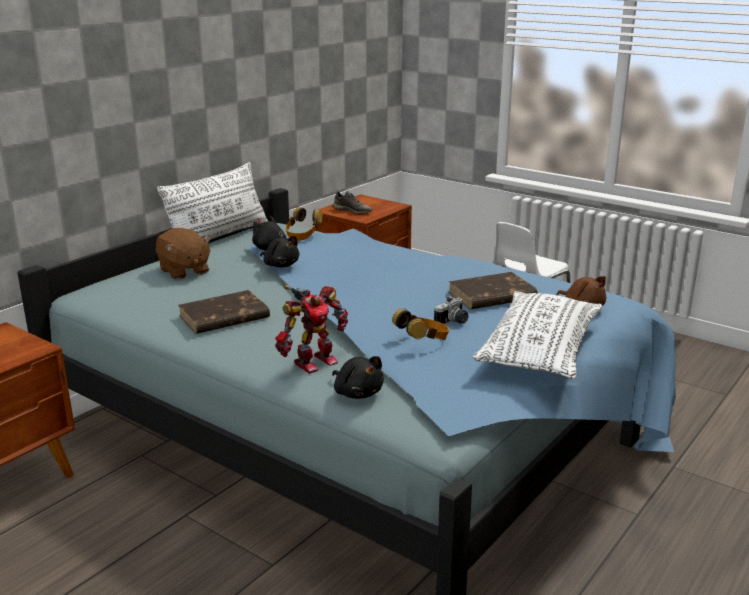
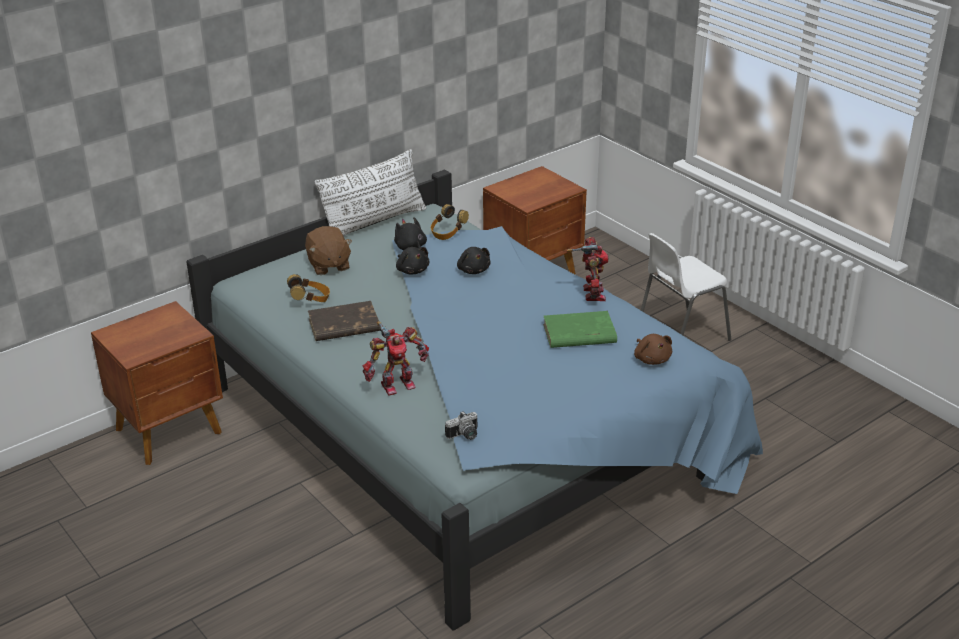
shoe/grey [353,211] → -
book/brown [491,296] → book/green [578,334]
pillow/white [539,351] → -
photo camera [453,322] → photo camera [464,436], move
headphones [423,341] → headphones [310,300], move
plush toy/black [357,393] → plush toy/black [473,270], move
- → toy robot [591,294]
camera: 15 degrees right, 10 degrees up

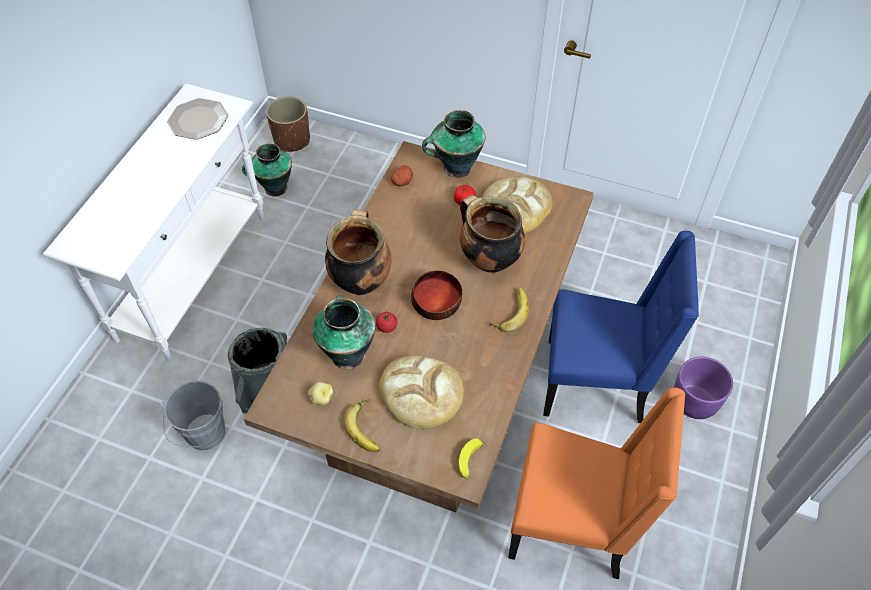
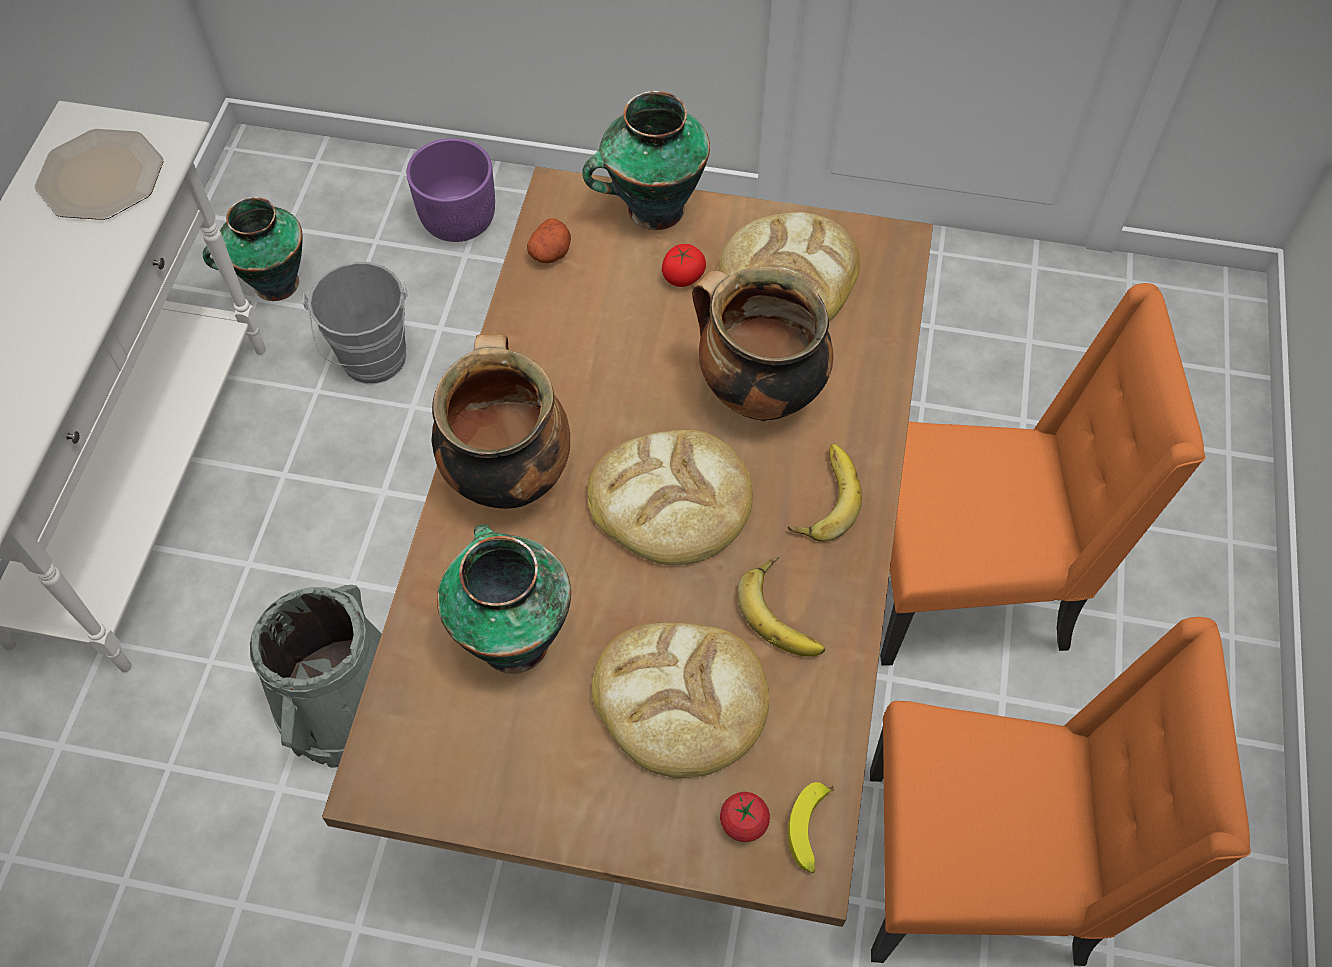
planter/brown [292,140] → -
chair/blue [597,382] → chair/orange [968,583]
bowl [436,302] → bread [671,500]
tomato [386,327] → tomato [743,823], move
planter/purple [695,401] → planter/purple [459,219], move
bucket/grey [205,437] → bucket/grey [374,364], move
potato [321,398] → -
banana [367,428] → banana [786,612], move
camera: 10 degrees left, 5 degrees up

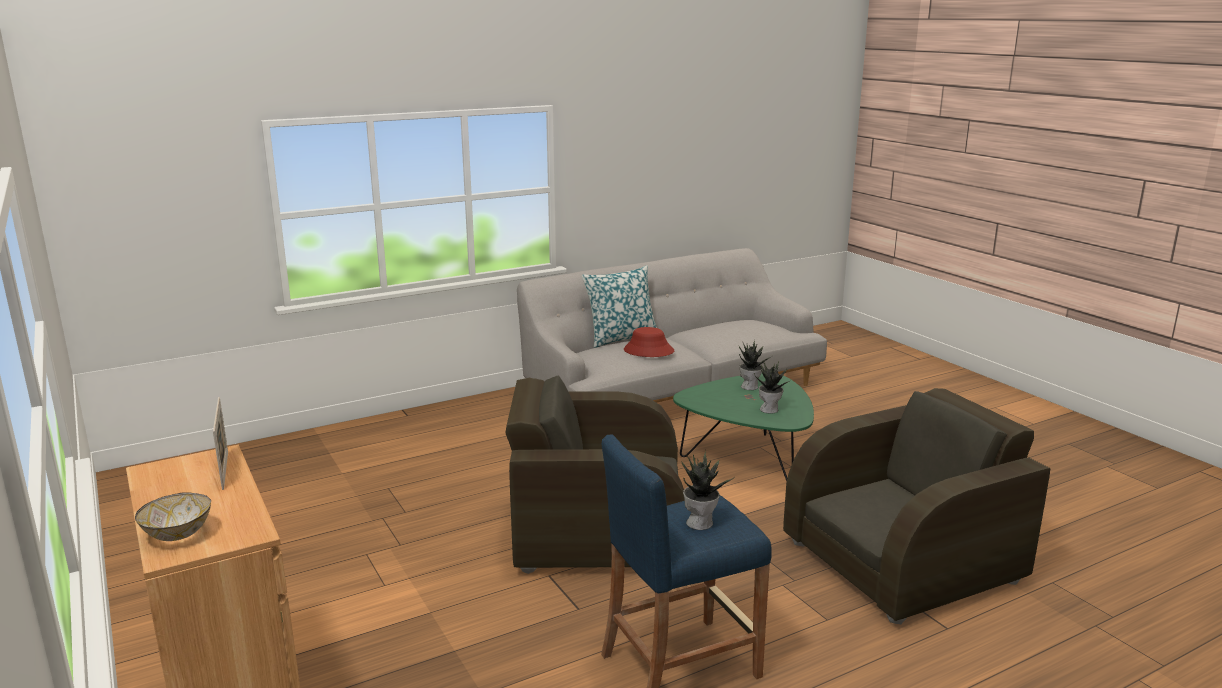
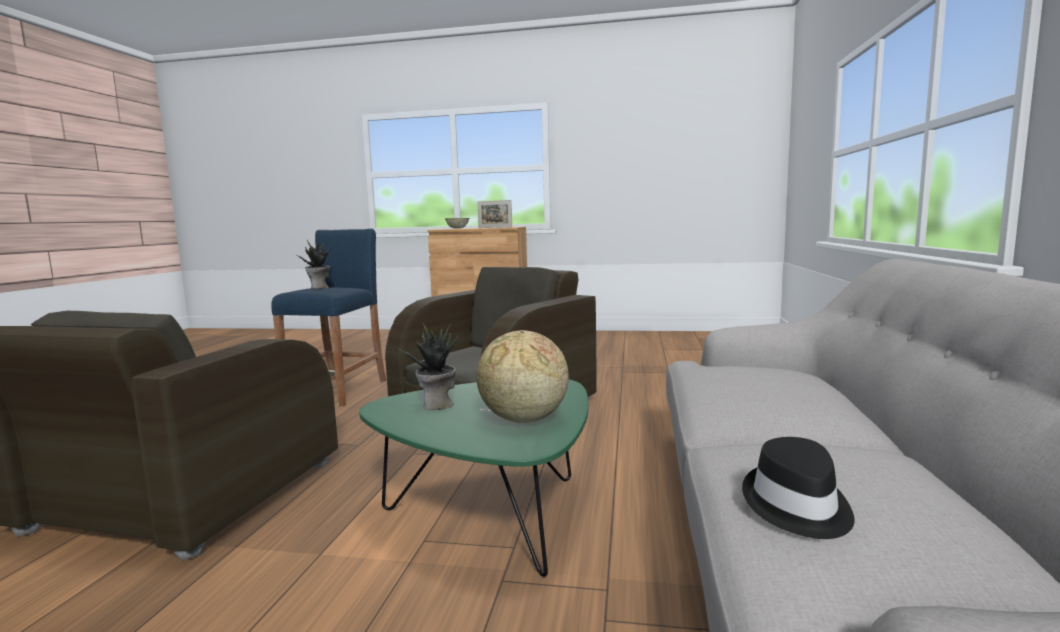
pillow [621,338] → -
hat/red [648,351] → -
potted plant [750,386] → globe [523,420]
- → hat/black [796,506]
camera: 130 degrees right, 10 degrees down

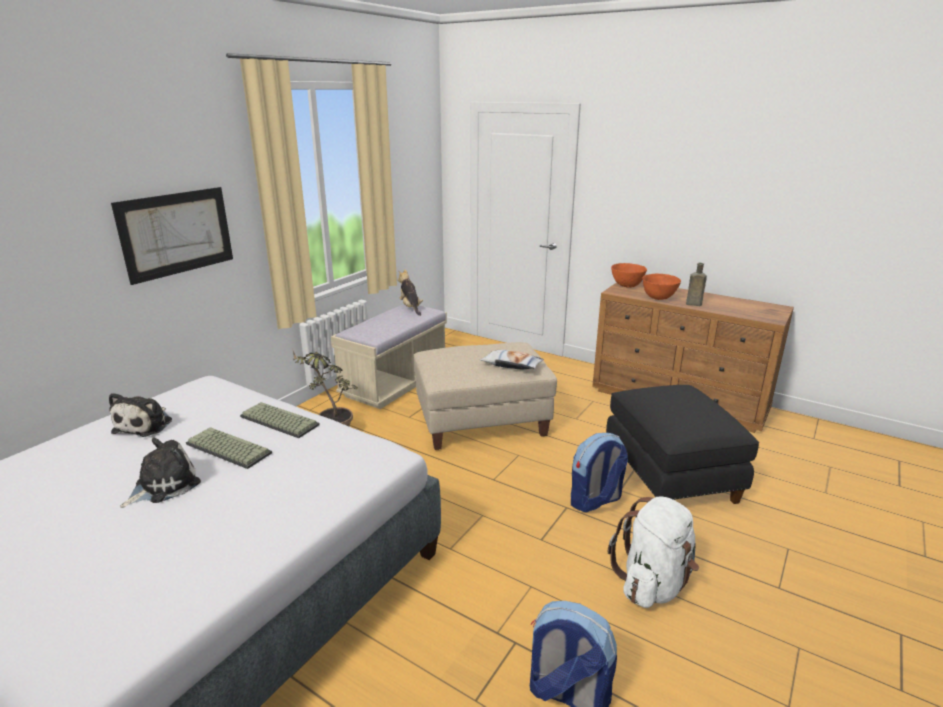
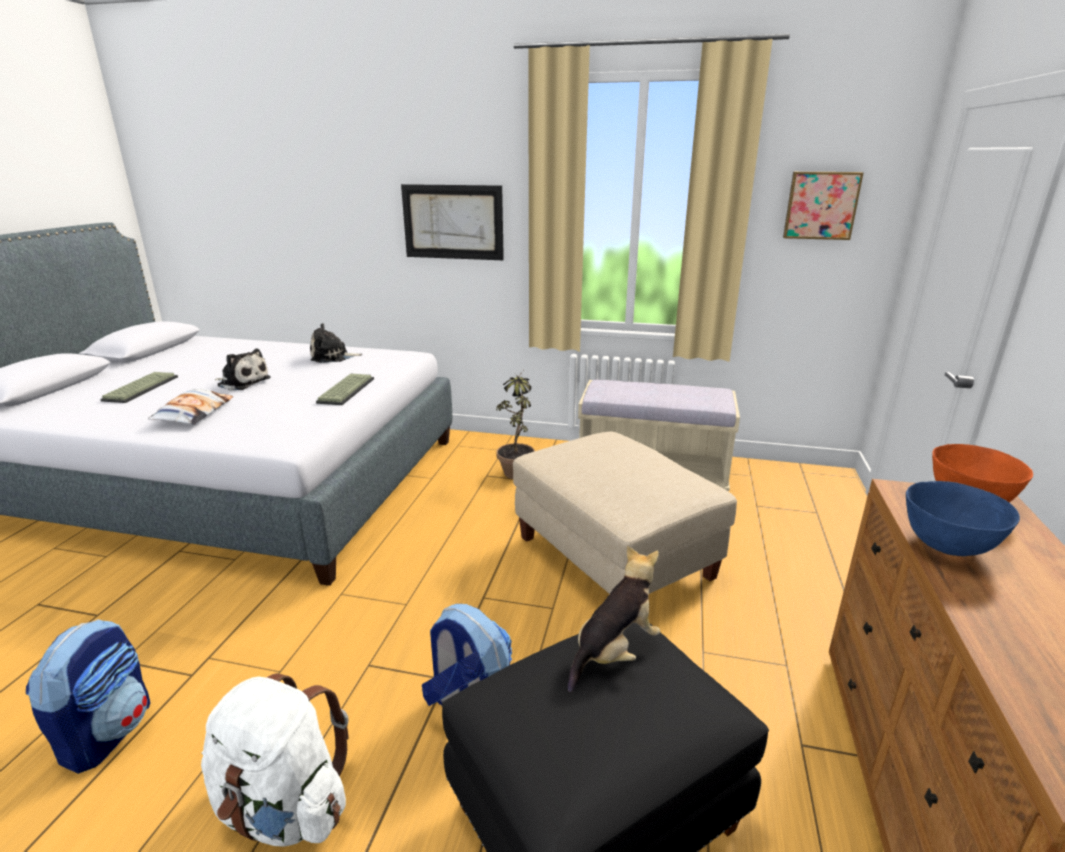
bottle/brown [692,304] → -
plush toy [410,308] → plush toy [614,652], move
bowl/orange [658,298] → bowl/blue [946,546]
pillow [511,364] → pillow [194,413], move
keyboard [226,449] → keyboard [140,388], move
- → picture [821,205]
camera: 70 degrees right, 0 degrees up

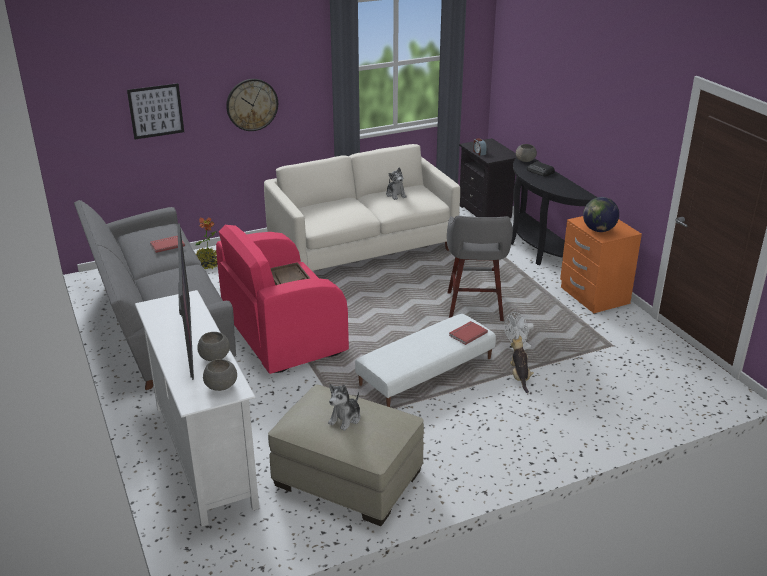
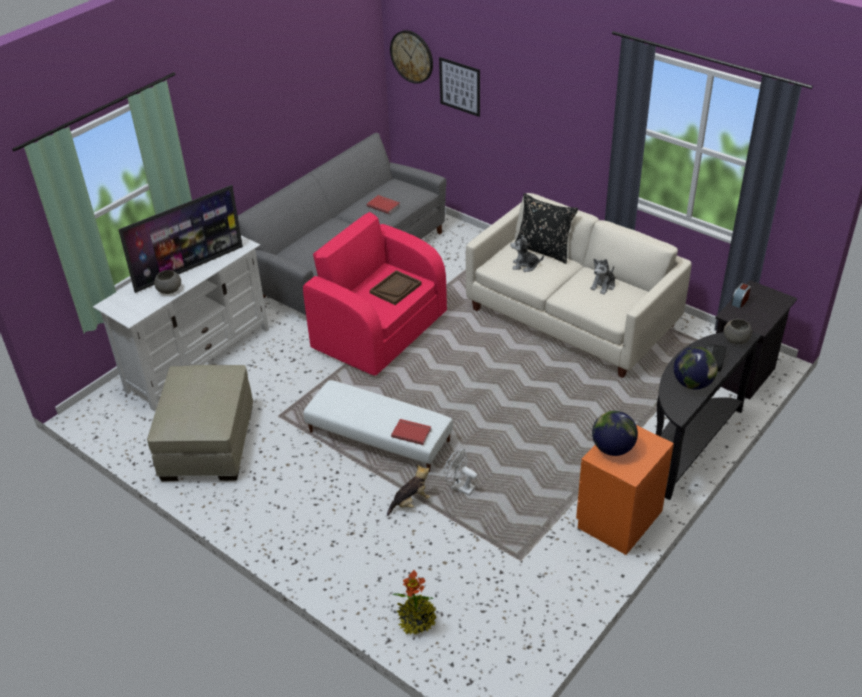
wall clock [252,104] → wall clock [412,56], move
stool/grey [474,307] → -
potted plant [207,264] → potted plant [417,620], move
bowl/grey [220,386] → -
plush toy [345,418] → plush toy [525,266], move
- → pillow/black [543,250]
- → globe [692,384]
camera: 65 degrees right, 10 degrees up

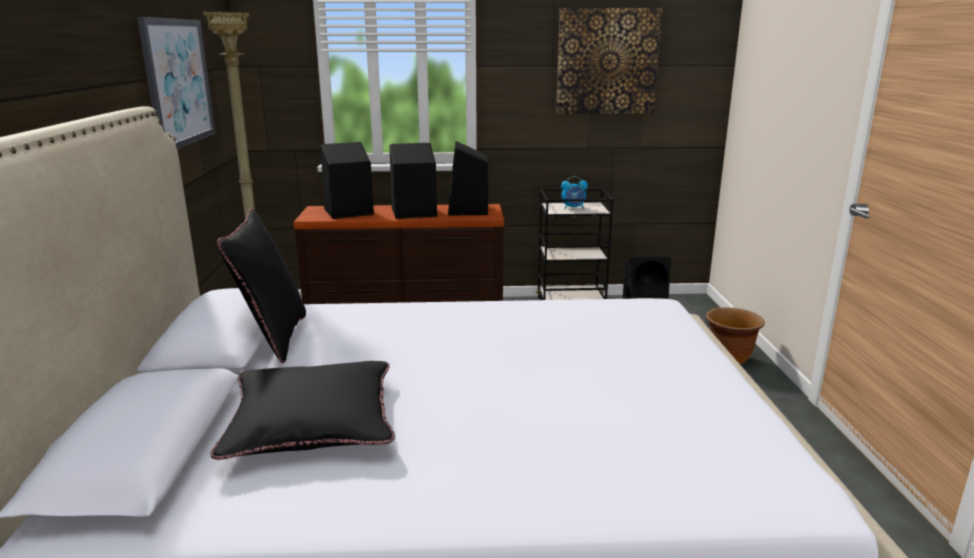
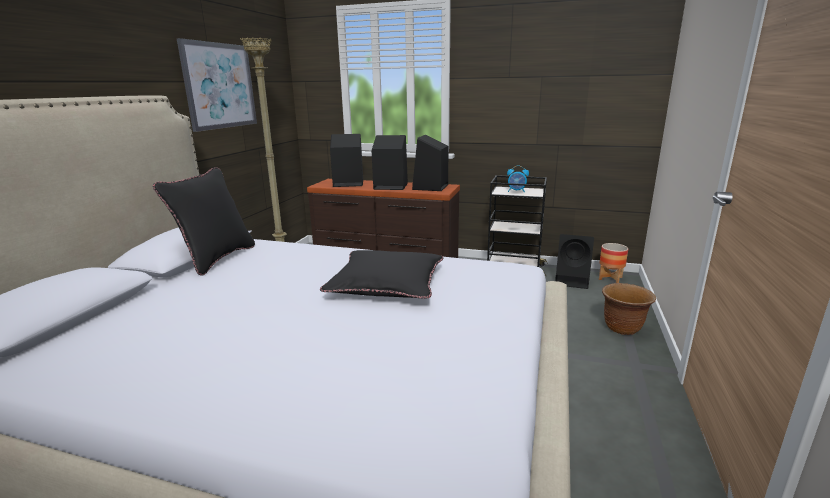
picture [607,61] → -
pillow/black [312,421] → pillow/black [386,284], move
- → planter [610,278]
camera: 20 degrees right, 0 degrees up

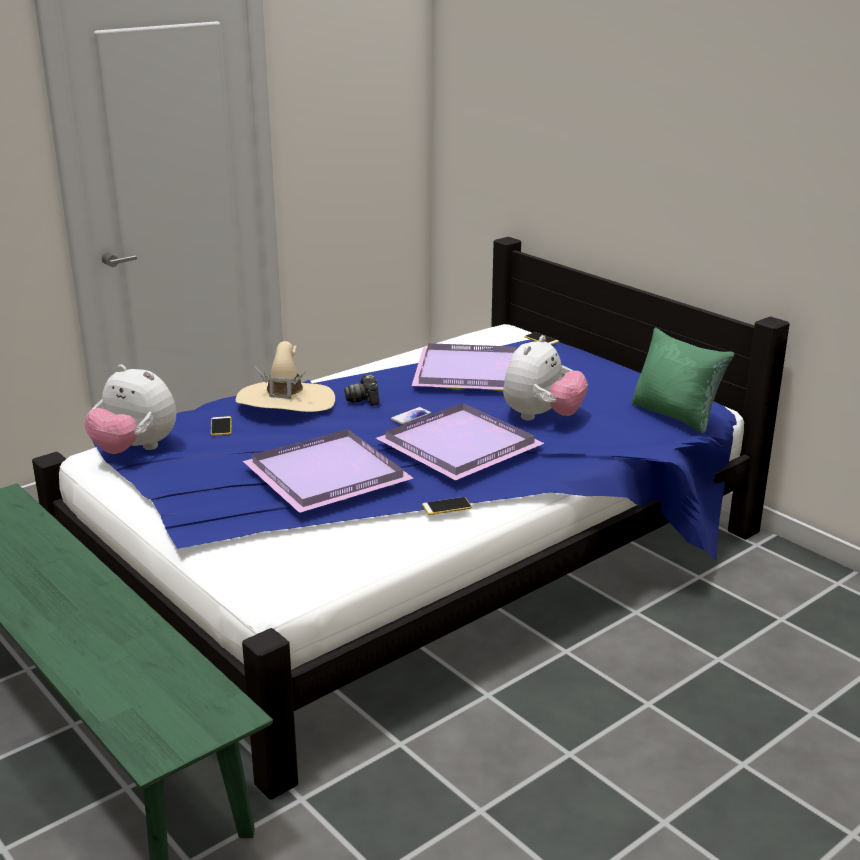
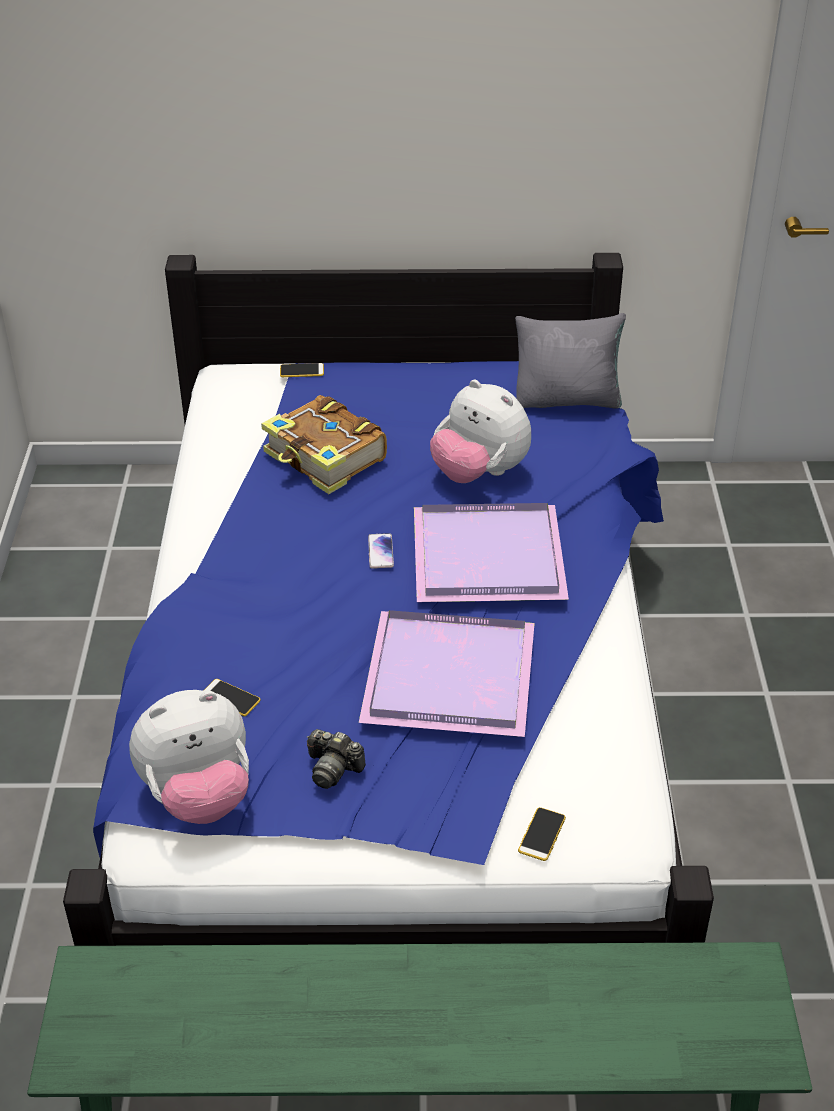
pillow/green [675,415] → pillow/grey [567,400]
plush toy [542,417] → plush toy [479,473], 150 degrees clockwise
hat/beige [286,402] → -
tray/purple [470,373] → book [325,458]
photo camera [364,399] → photo camera [333,768], move
phone [446,507] → phone [542,834], move
camera: 50 degrees left, 15 degrees up

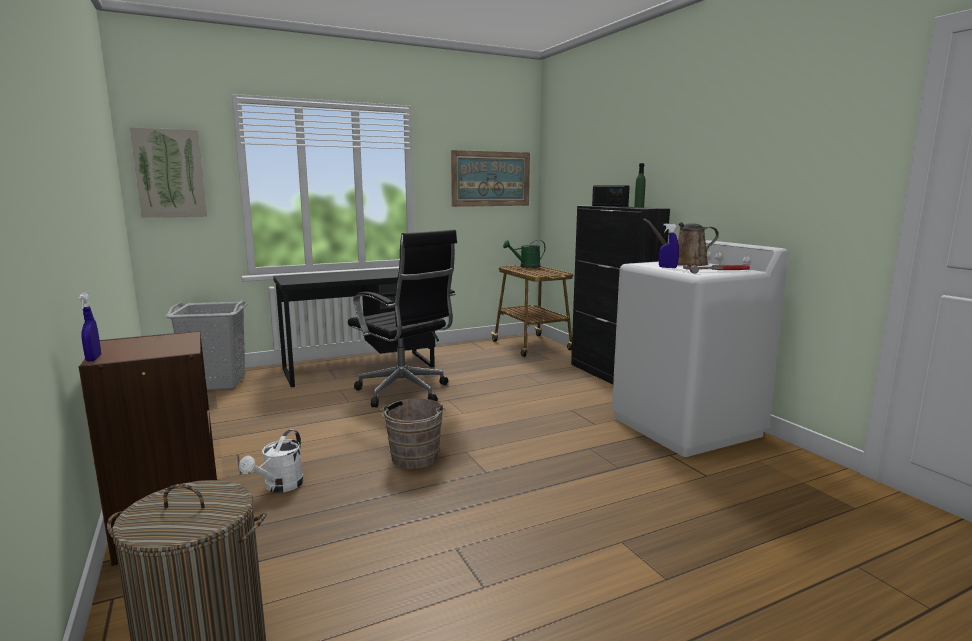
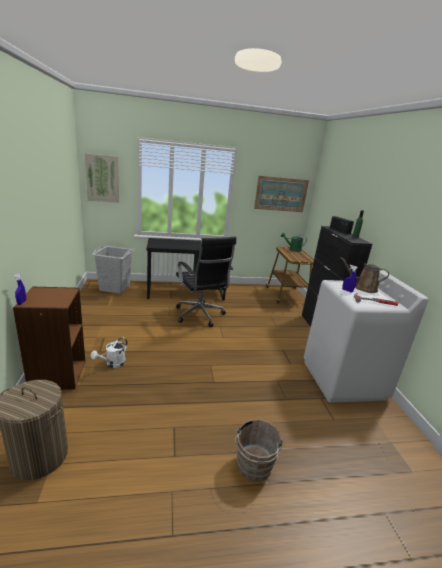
bucket/brown [413,460] → bucket/brown [253,468], move
camera: 15 degrees right, 10 degrees up

